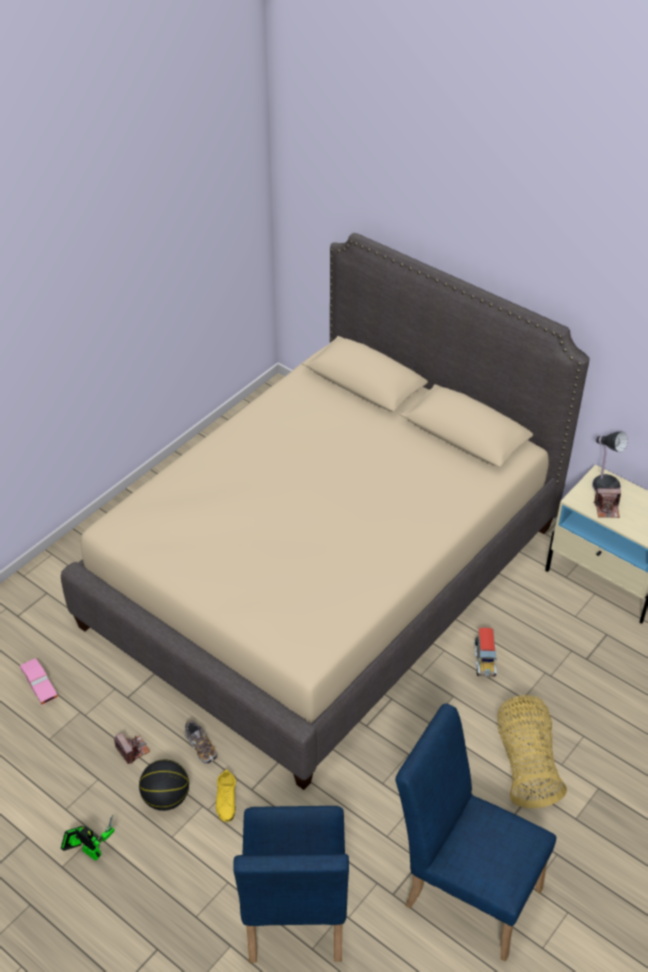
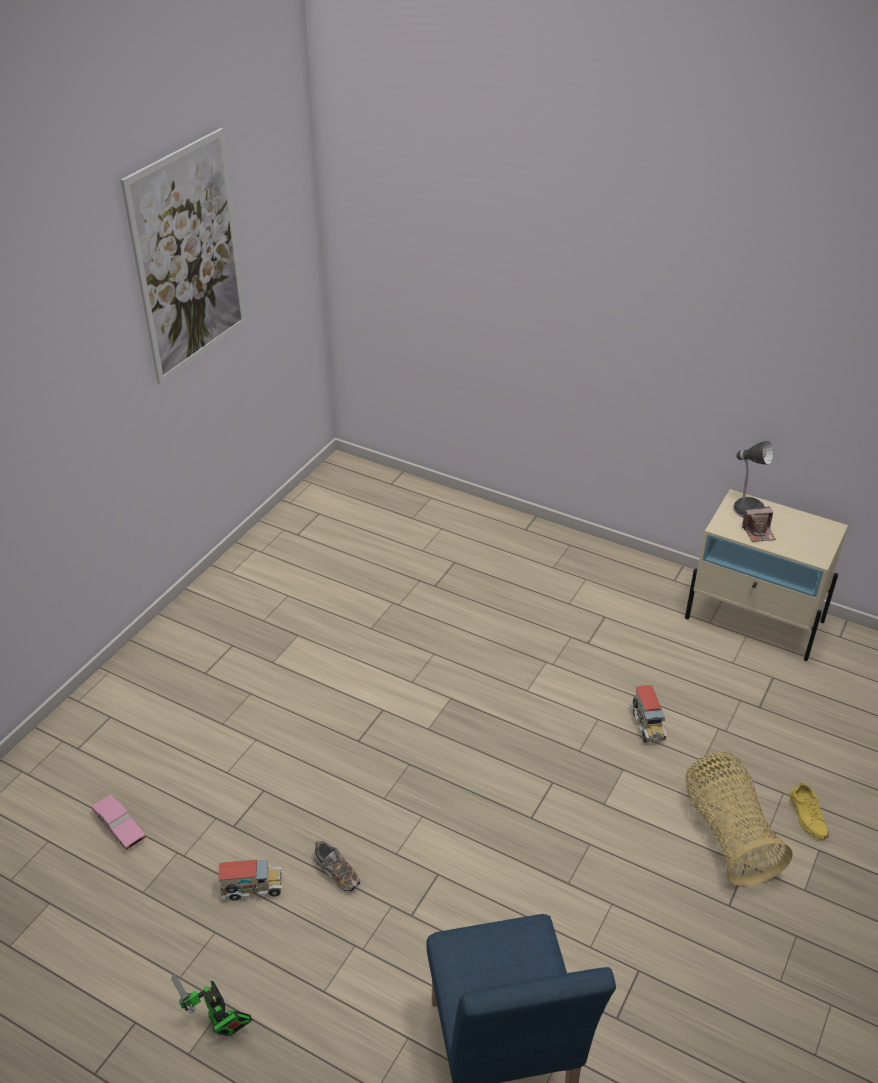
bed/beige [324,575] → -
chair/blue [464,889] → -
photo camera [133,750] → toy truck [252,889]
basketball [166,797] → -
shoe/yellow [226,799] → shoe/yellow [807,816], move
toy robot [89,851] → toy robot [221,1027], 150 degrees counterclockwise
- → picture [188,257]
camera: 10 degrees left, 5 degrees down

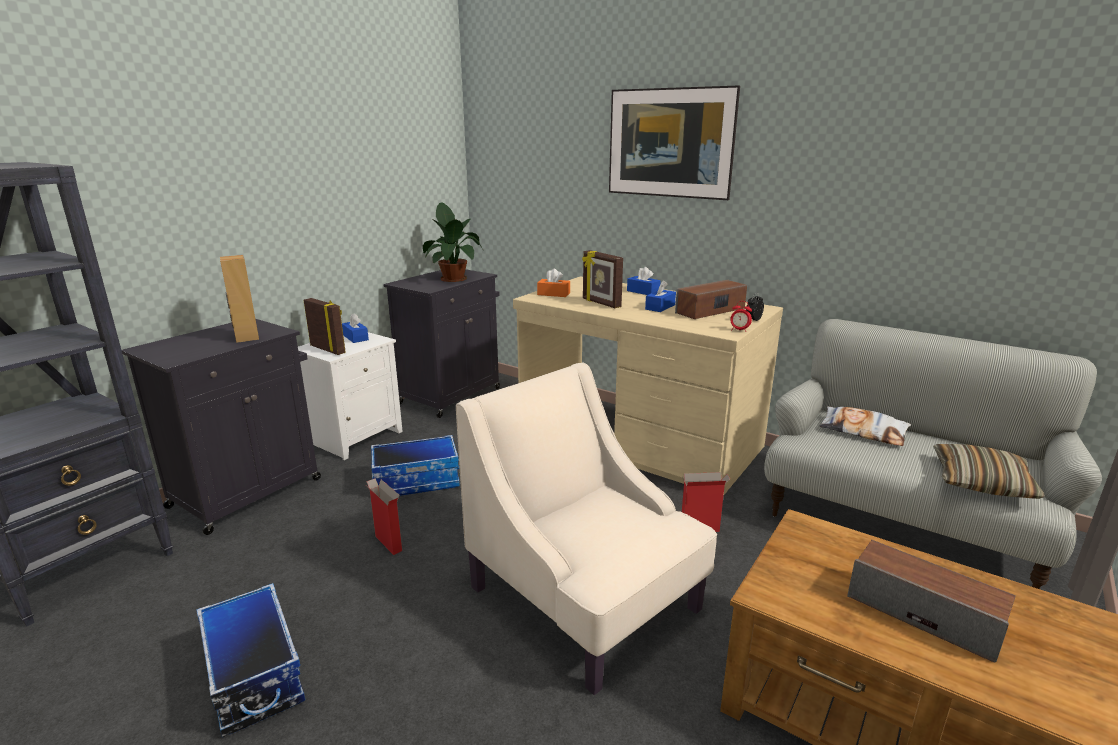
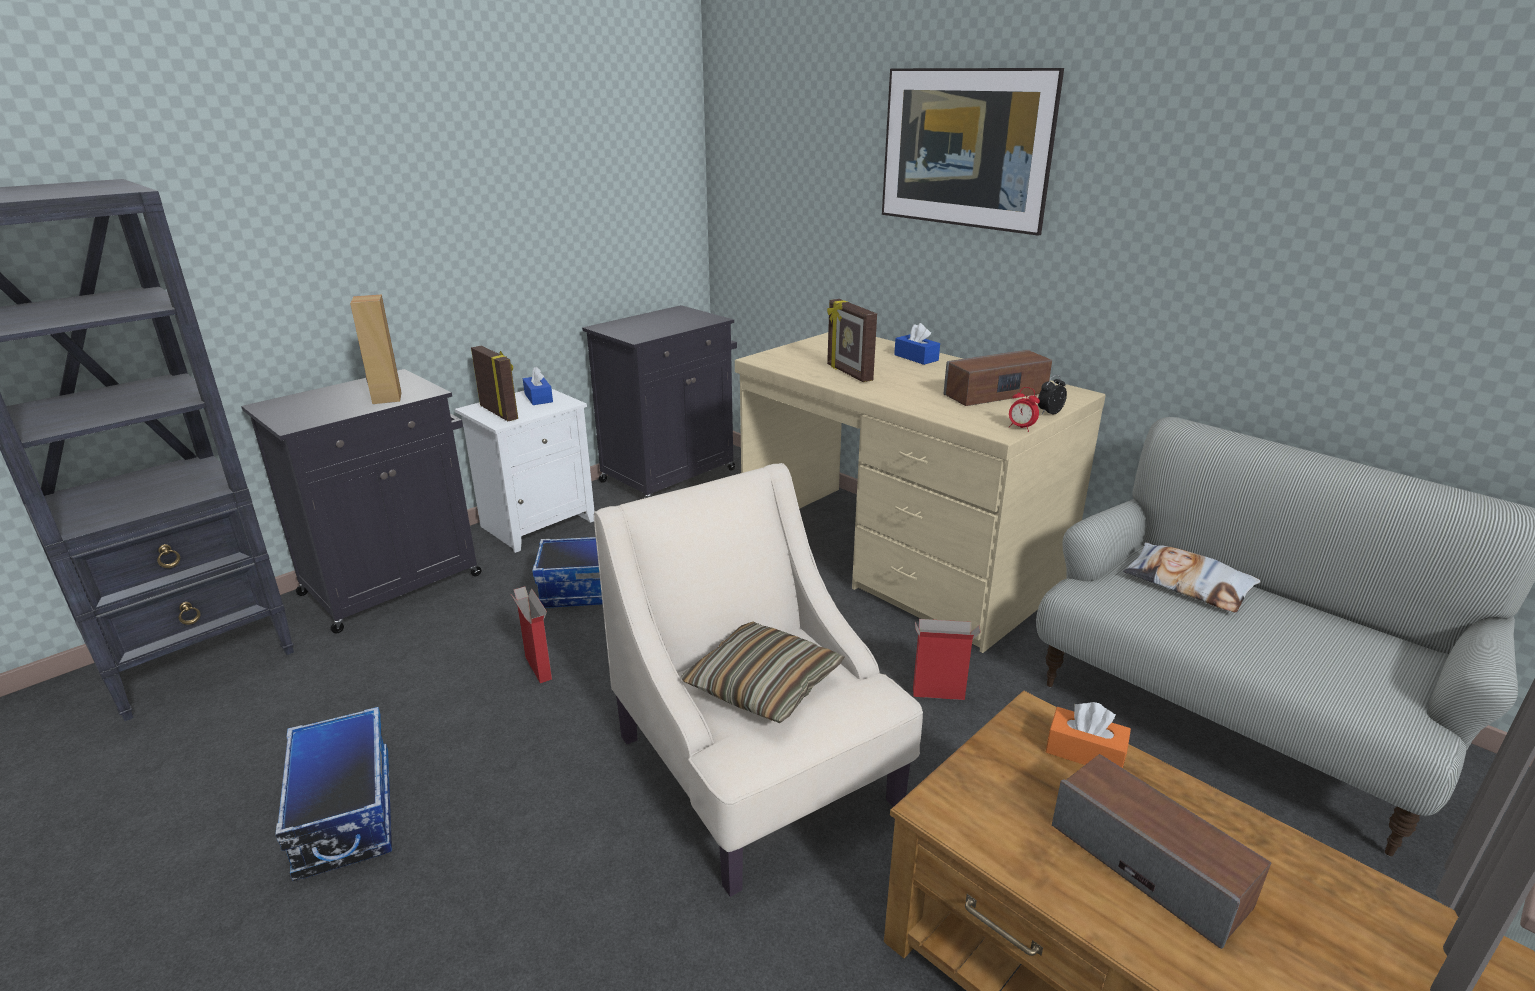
potted plant [454,278] → -
tissue box/orange [553,294] → tissue box/orange [1085,752], move
tissue box/blue [660,307] → -
pillow [981,482] → pillow [763,685], move
camera: 10 degrees right, 5 degrees up

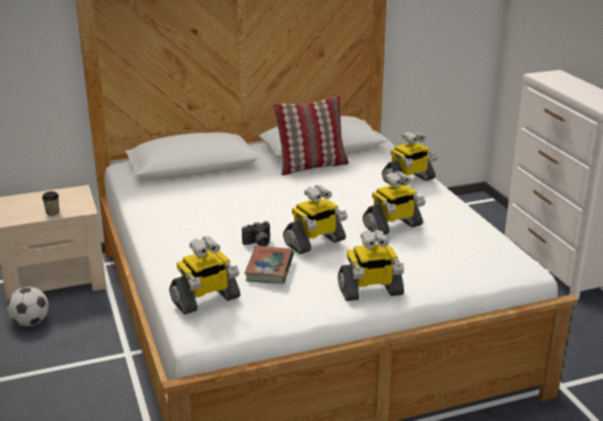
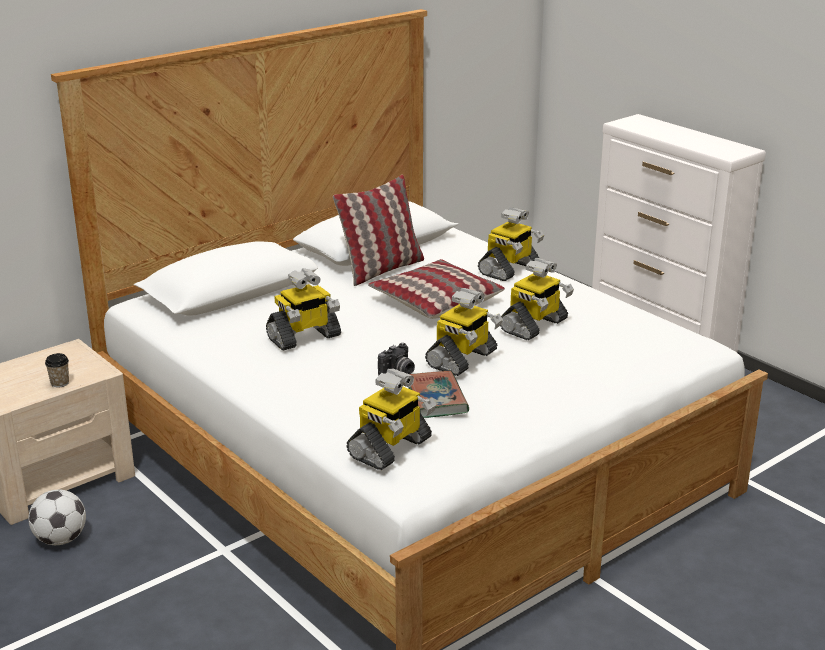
toy robot [370,291] → toy robot [304,337], move
- → pillow [435,302]
camera: 20 degrees left, 0 degrees up

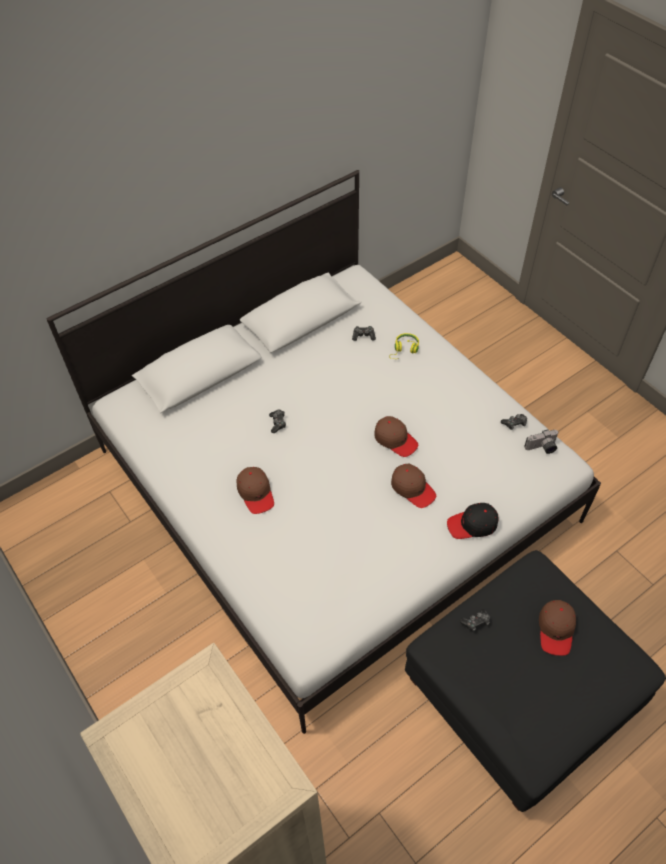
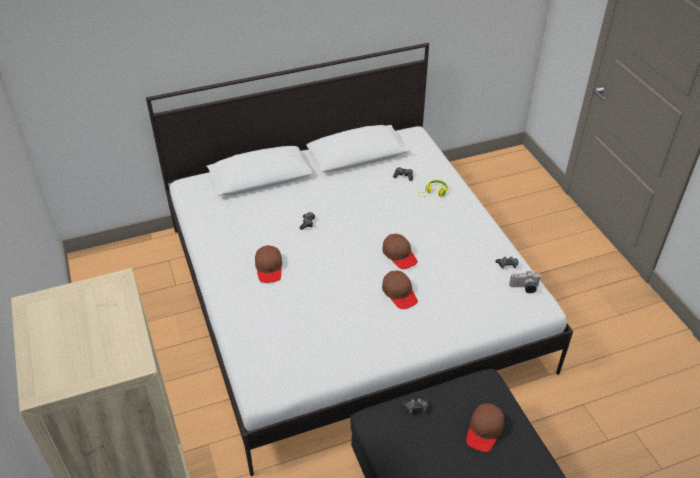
cap/black [472,524] → -
camera: 15 degrees right, 10 degrees down

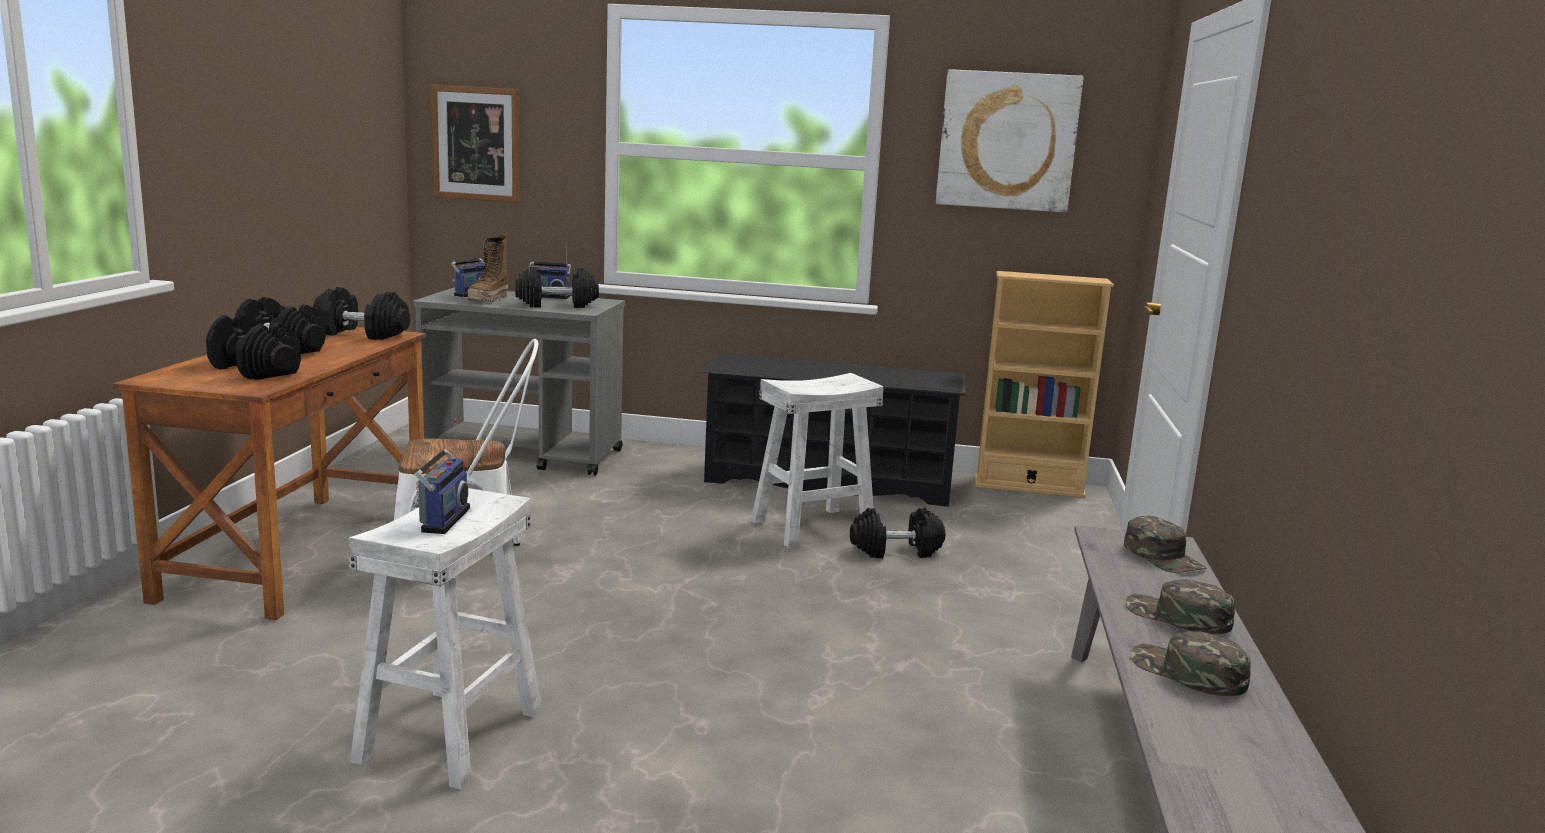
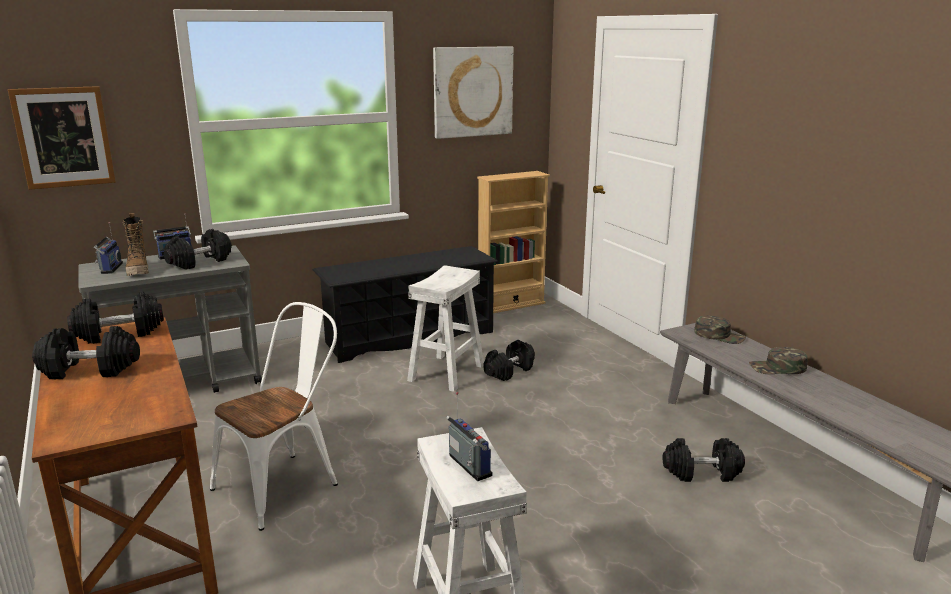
dumbbell/black [253,370] → dumbbell/black [701,473], move
cap/green [1187,672] → -
camera: 35 degrees left, 5 degrees up

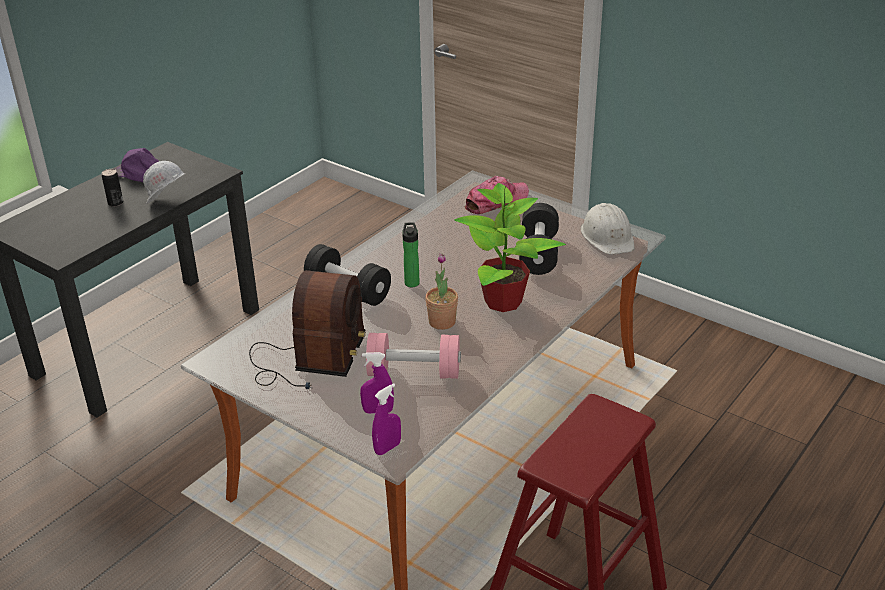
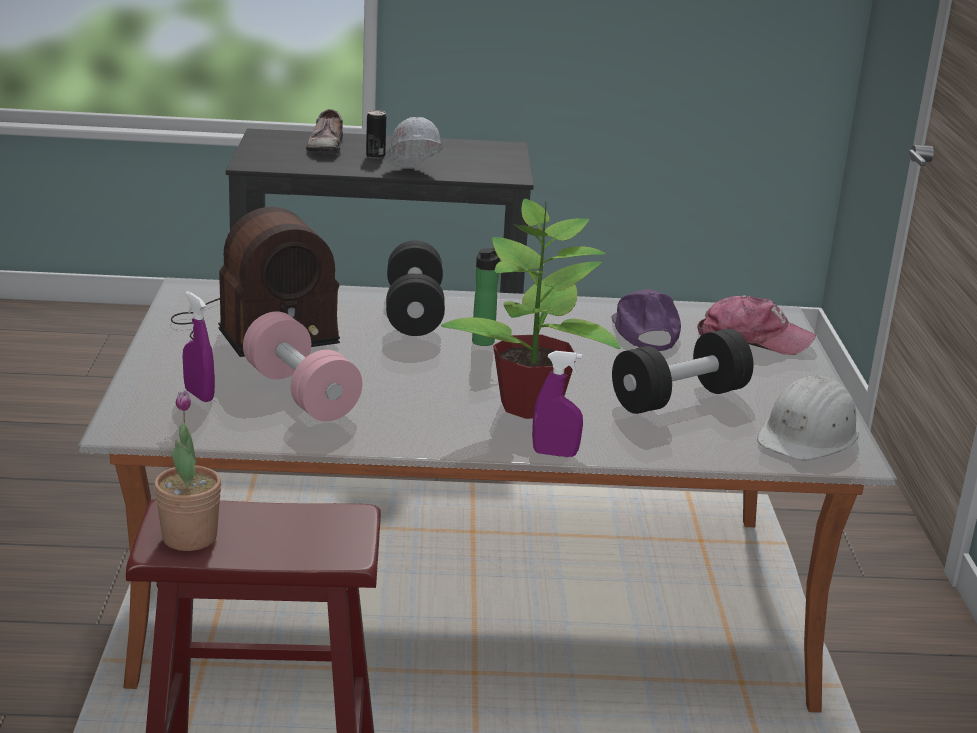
cap/purple [140,174] → cap/purple [644,332], move
potted plant [442,322] → potted plant [189,537], move
spray bottle/purple [387,448] → spray bottle/purple [555,454], move
- → shoe [324,146]
camera: 50 degrees right, 10 degrees down

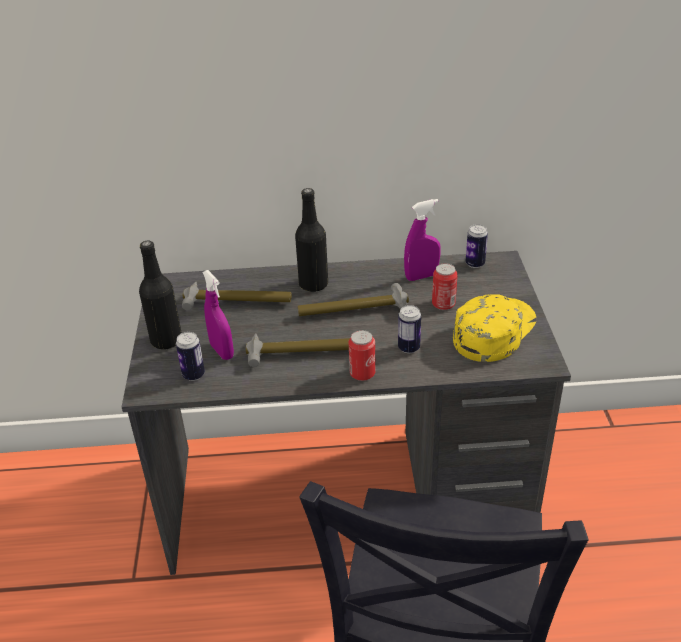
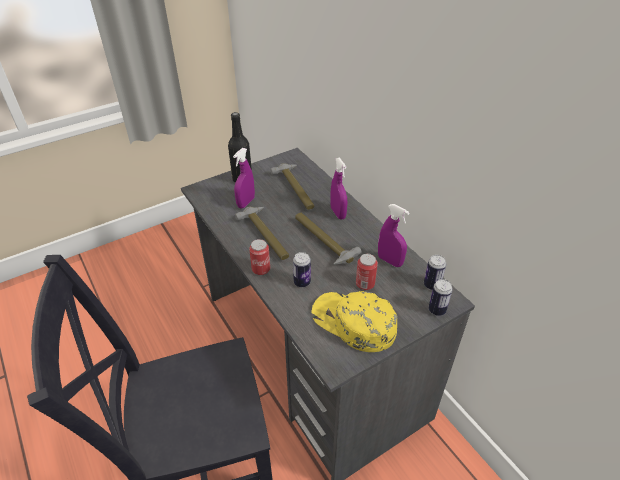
bottle/black [313,284] → spray bottle/purple [338,213]
cap/yellow [493,331] → cap/yellow [353,323], 150 degrees counterclockwise
can [193,375] → can [437,310], move
camera: 60 degrees right, 5 degrees up

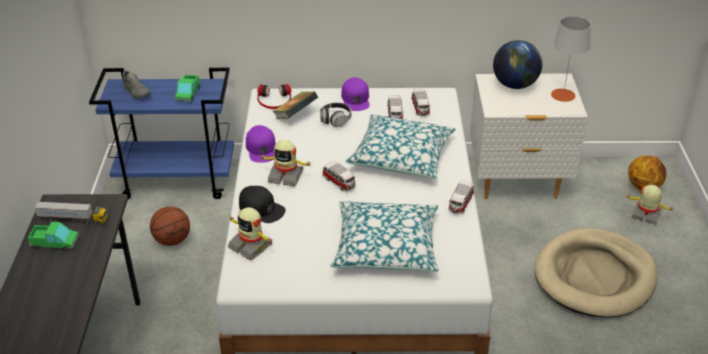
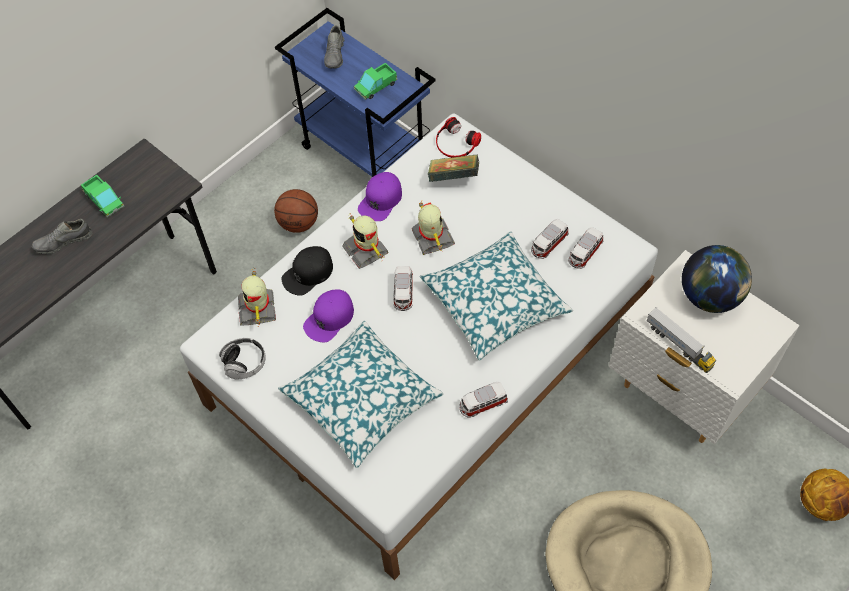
table lamp/grey [563,95] → -
cap/purple [355,99] → cap/purple [329,318], move
headphones [335,120] → headphones [245,363], move
toy robot [646,215] → toy robot [432,238], move
cap/black [261,208] → cap/black [308,273], 60 degrees clockwise
toy truck [73,220] → toy truck [679,345], move
- → shoe/grey [63,242]
camera: 45 degrees right, 20 degrees up

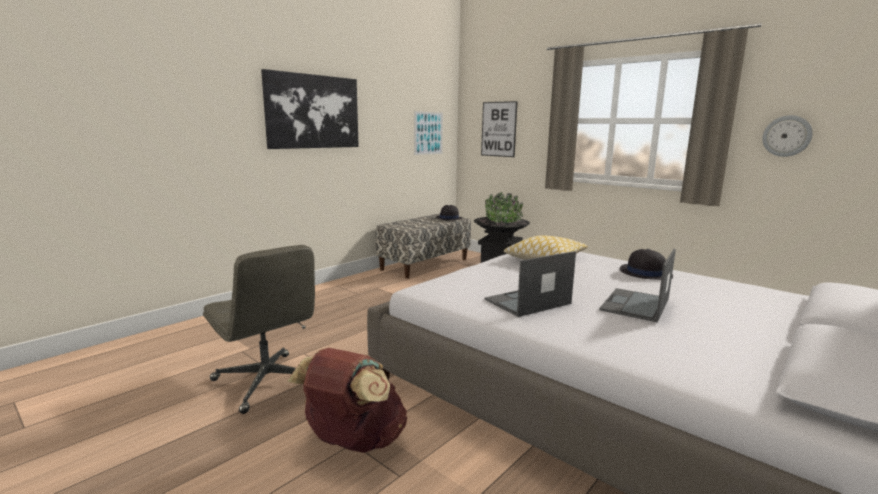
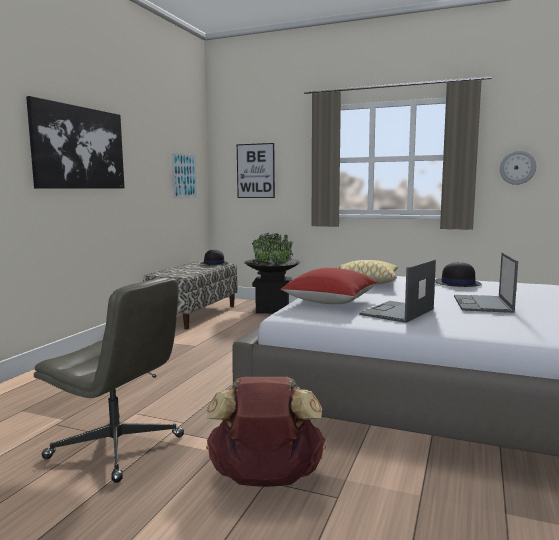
- → pillow/red [330,302]
camera: 20 degrees left, 5 degrees down

